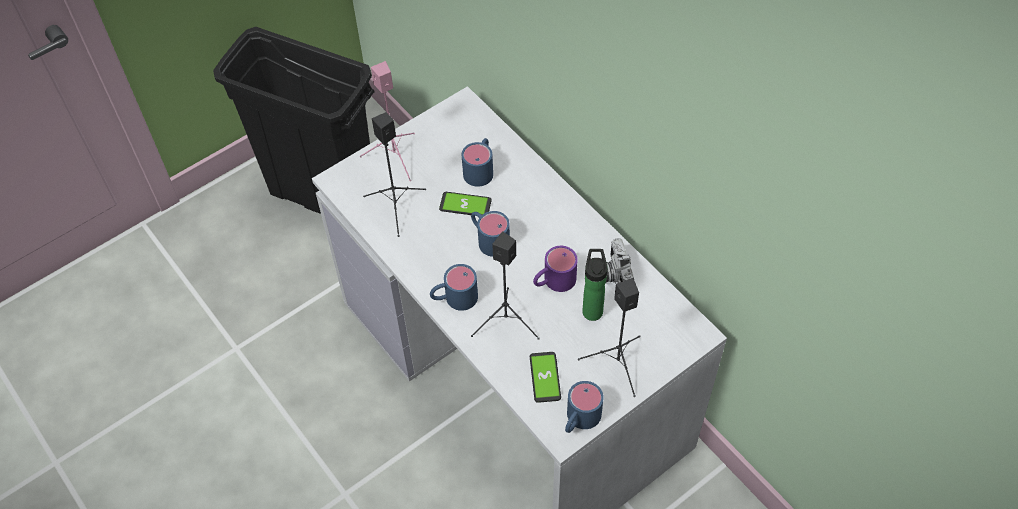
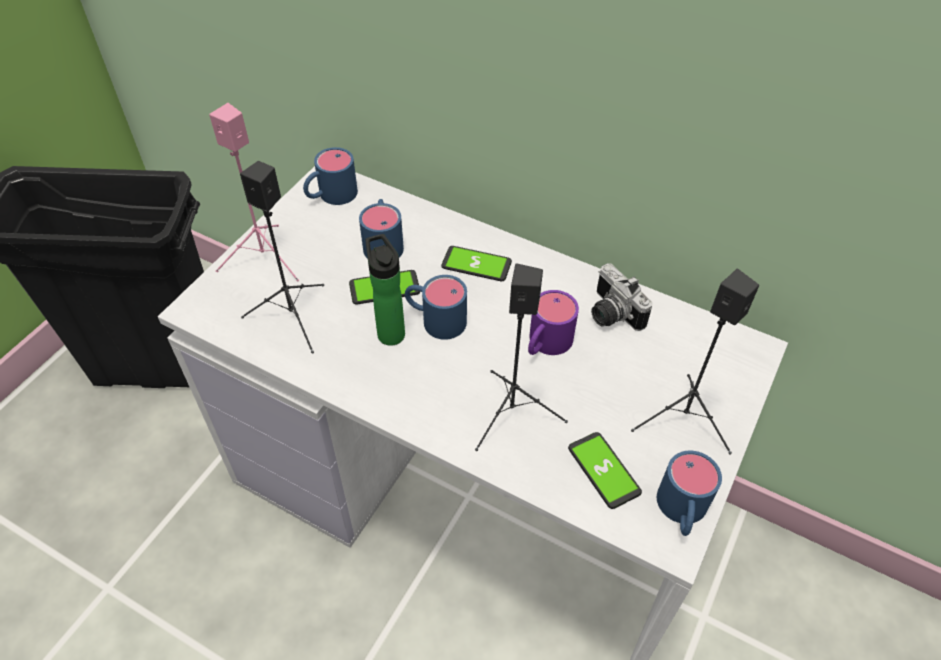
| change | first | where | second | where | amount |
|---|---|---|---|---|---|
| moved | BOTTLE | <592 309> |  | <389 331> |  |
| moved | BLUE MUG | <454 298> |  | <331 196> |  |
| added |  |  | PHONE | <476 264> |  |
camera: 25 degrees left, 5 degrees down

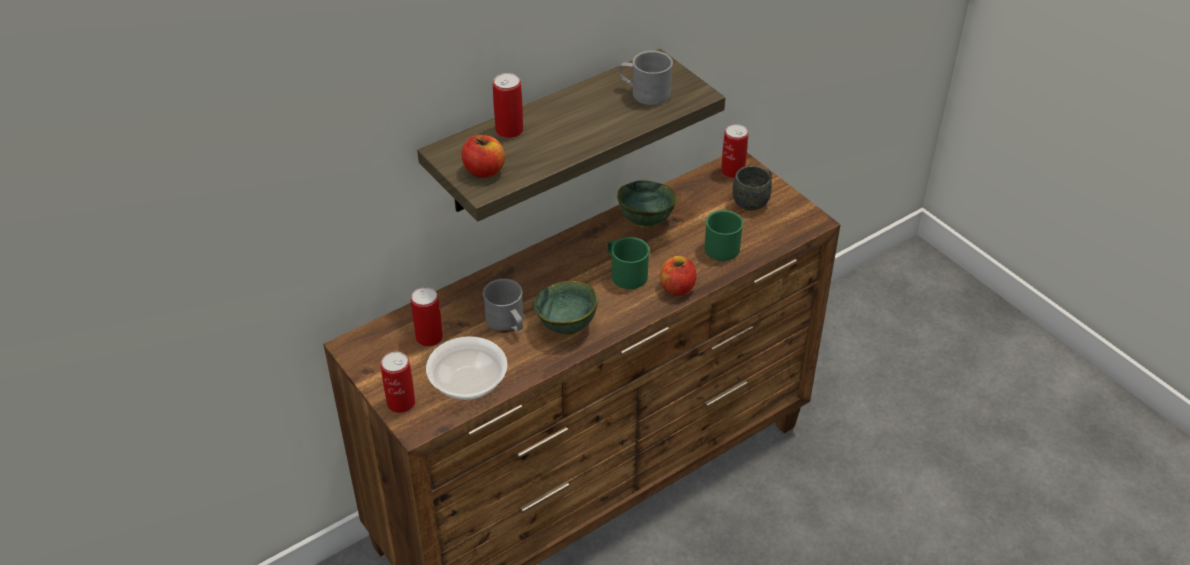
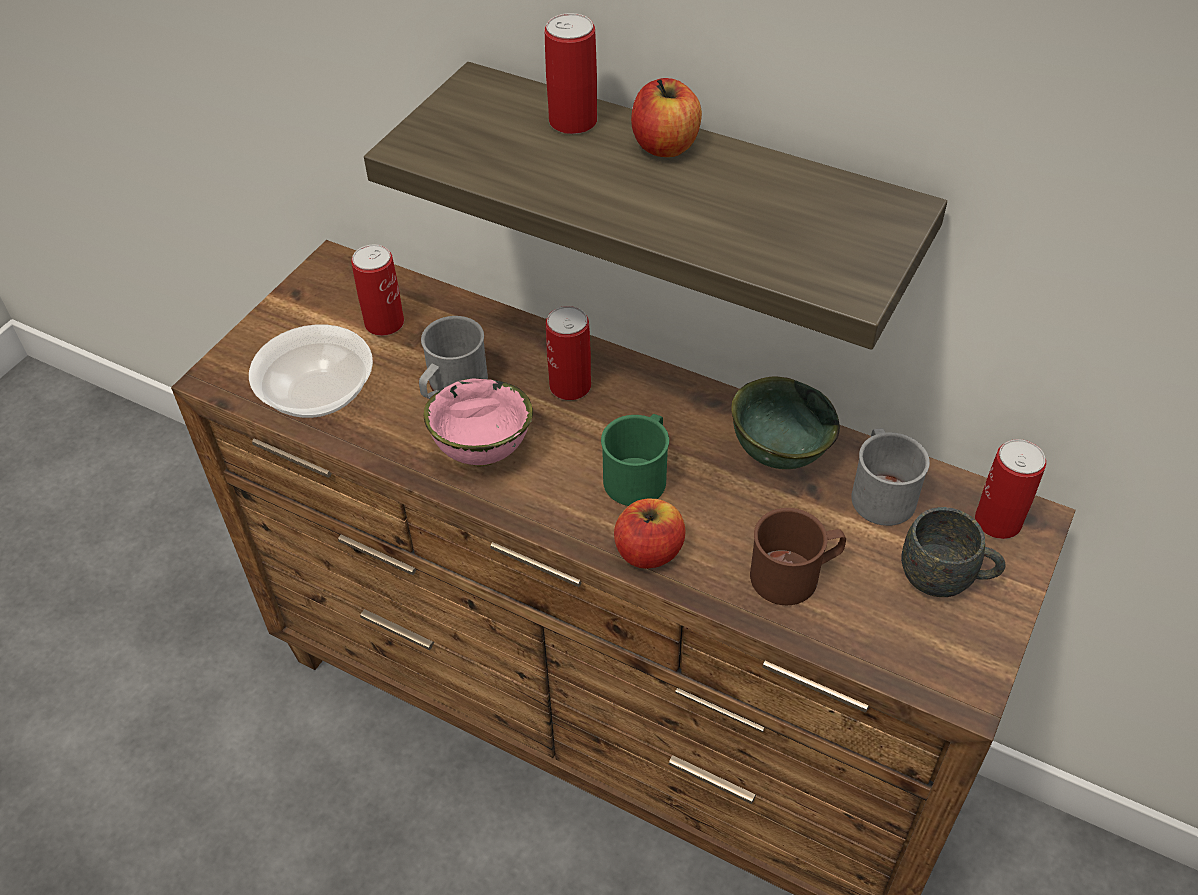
| change | first | where | second | where | amount |
|---|---|---|---|---|---|
| moved | GREY MUG | <644 93> |  | <880 492> |  |
| moved | APPLE | <484 170> |  | <665 146> |  |
| recoloured | GREEN MUG | <722 245> | BROWN MUG | <795 575> |  |
| recoloured | GREEN BOWL | <566 327> | PINK BOWL | <480 451> |  |
| moved | CAN | <401 403> |  | <570 386> |  |
camera: 65 degrees right, 5 degrees up

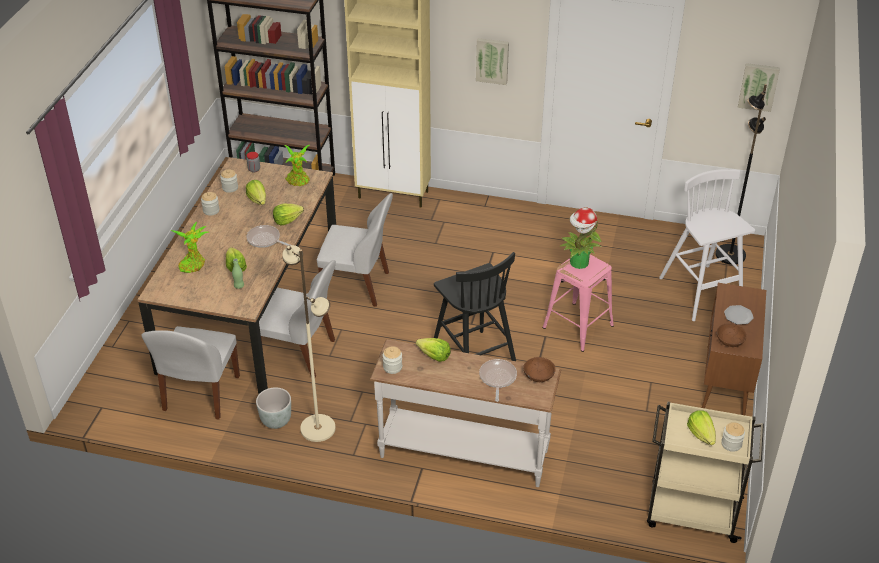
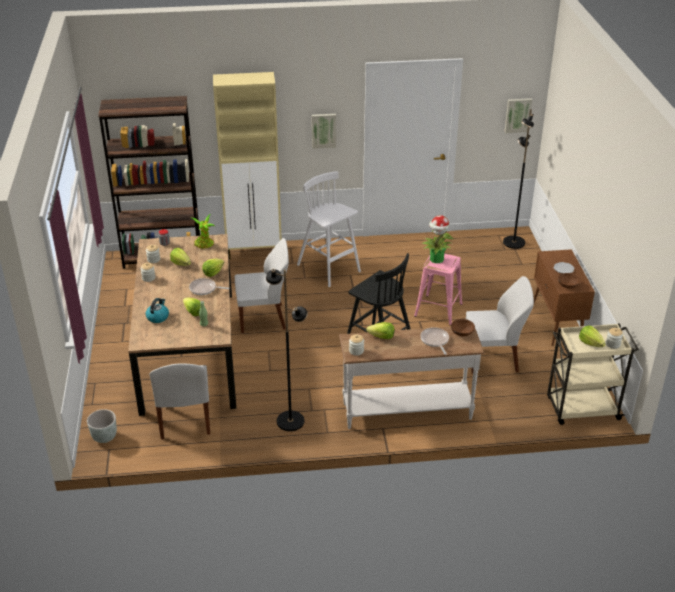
| change | first | where | second | where | amount |
|---|---|---|---|---|---|
| moved | WHITE STOOL | <701 294> |  | <329 269> |  |
| replaced | POTTED PLANT | <193 264> | KETTLE | <158 317> |  |
| recoloured | BEIGE FLOOR LAMP | <318 428> | BLACK FLOOR LAMP | <290 421> |  |
| moved | WHITE CHAIR | <299 353> |  | <493 358> |  |
| moved | GREY PLANTER | <275 421> |  | <104 437> |  |
camera: 20 degrees left, 5 degrees down

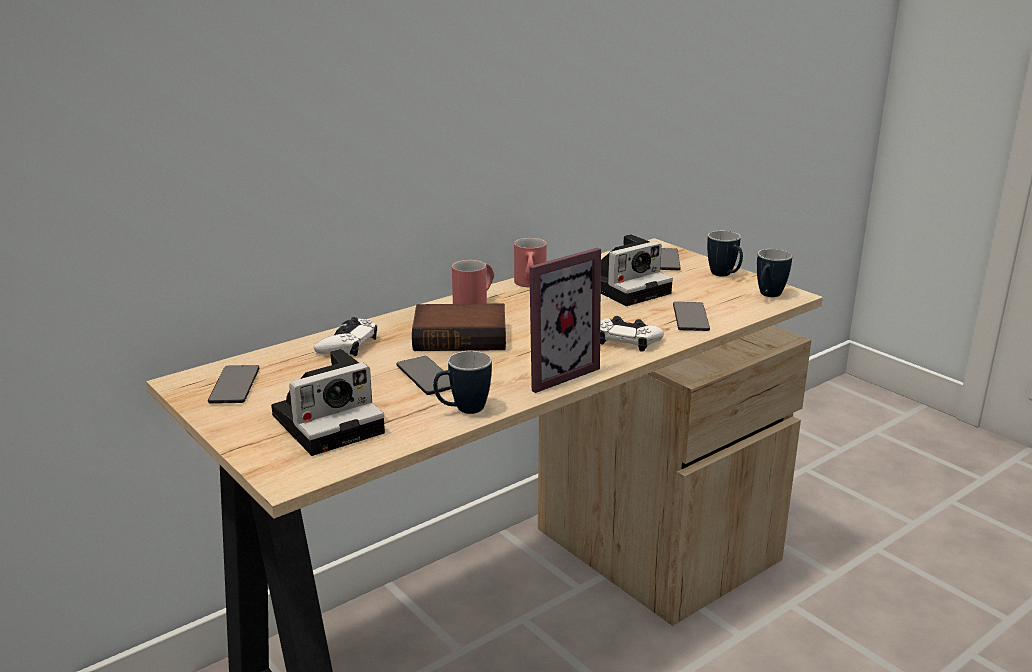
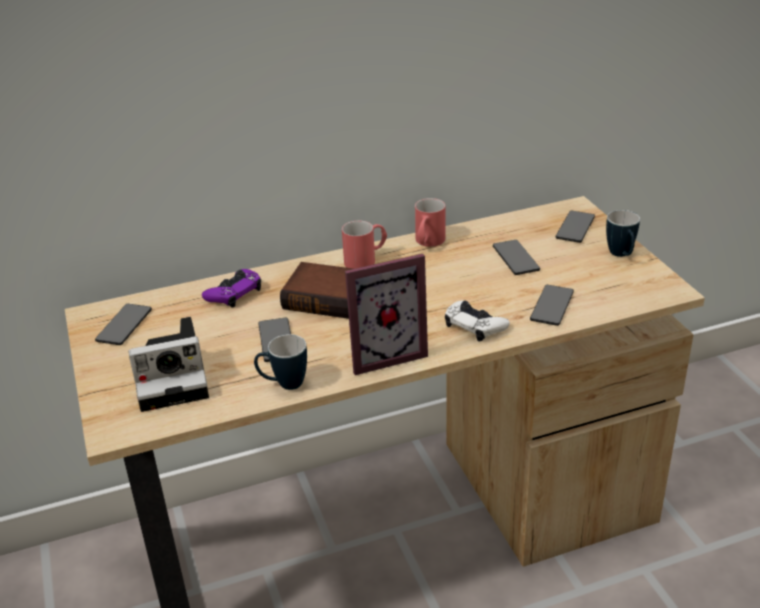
| change | first | where | second | where | amount |
|---|---|---|---|---|---|
| replaced | PHOTO CAMERA | <627 287> | PHONE | <515 258> |  |
| removed | MUG | <768 296> |  |  |  |
| recoloured | WHITE GAME CONTROLLER | <348 344> | PURPLE GAME CONTROLLER | <234 293> |  |
camera: 20 degrees right, 10 degrees up

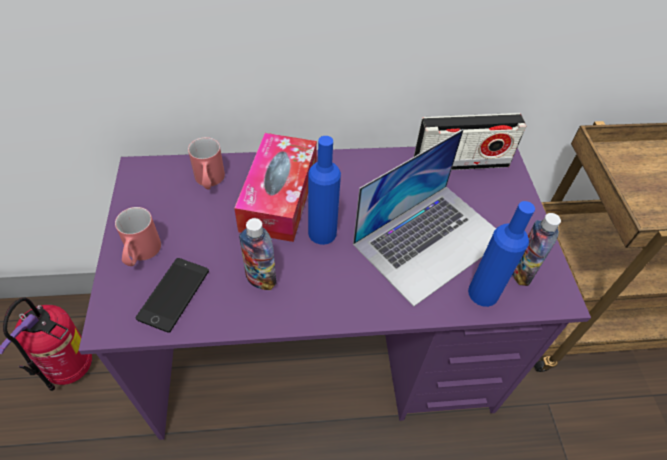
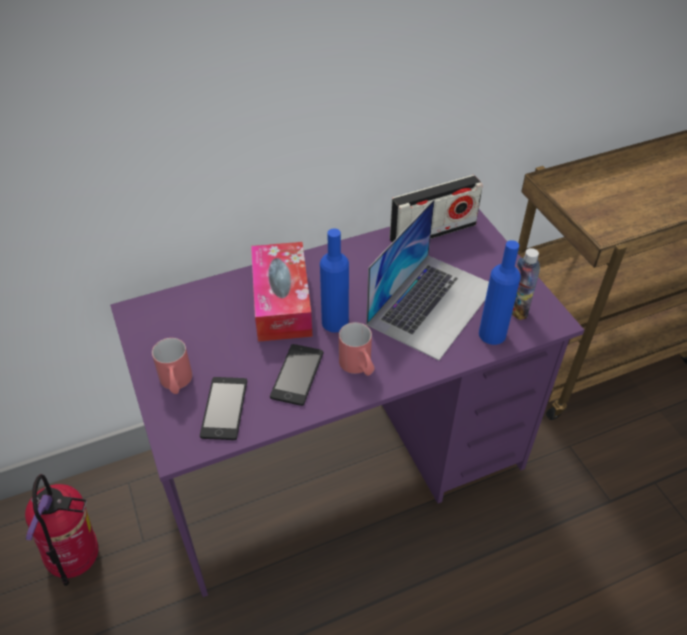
| change | first | where | second | where | amount |
|---|---|---|---|---|---|
| moved | RED MUG | <209 182> |  | <358 367> |  |
| replaced | BOTTLE | <260 279> | PHONE | <297 375> |  |
camera: 15 degrees left, 5 degrees down

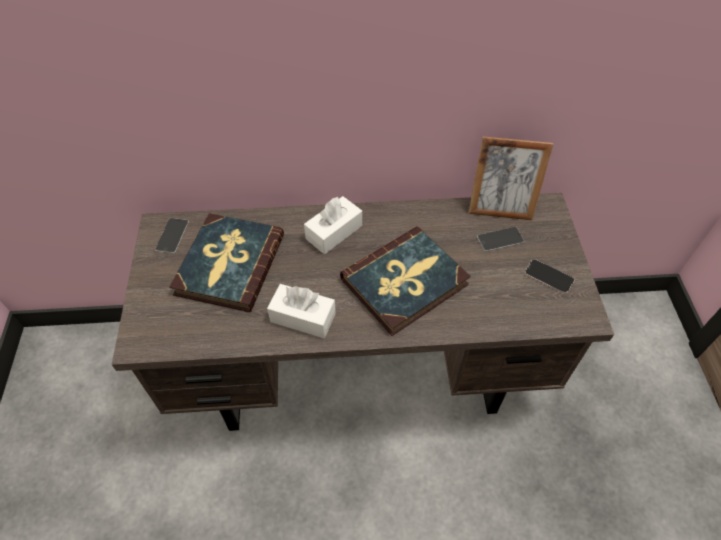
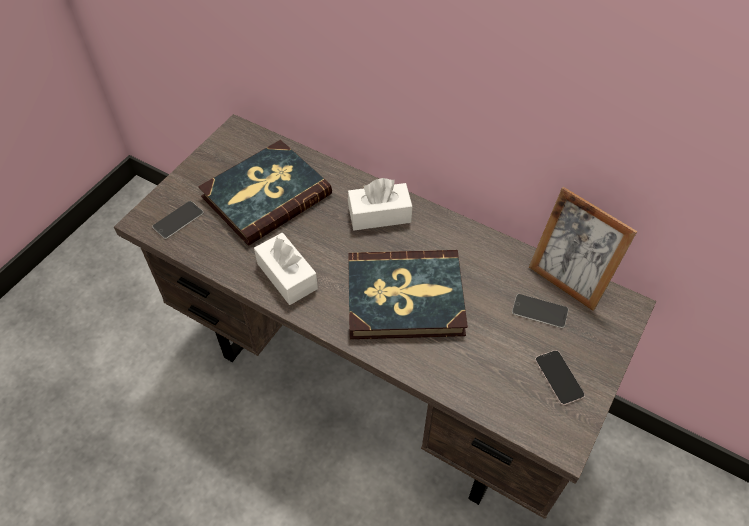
| change | first | where | second | where | amount |
|---|---|---|---|---|---|
| moved | PHONE | <172 235> |  | <178 220> |  |
camera: 35 degrees right, 0 degrees up

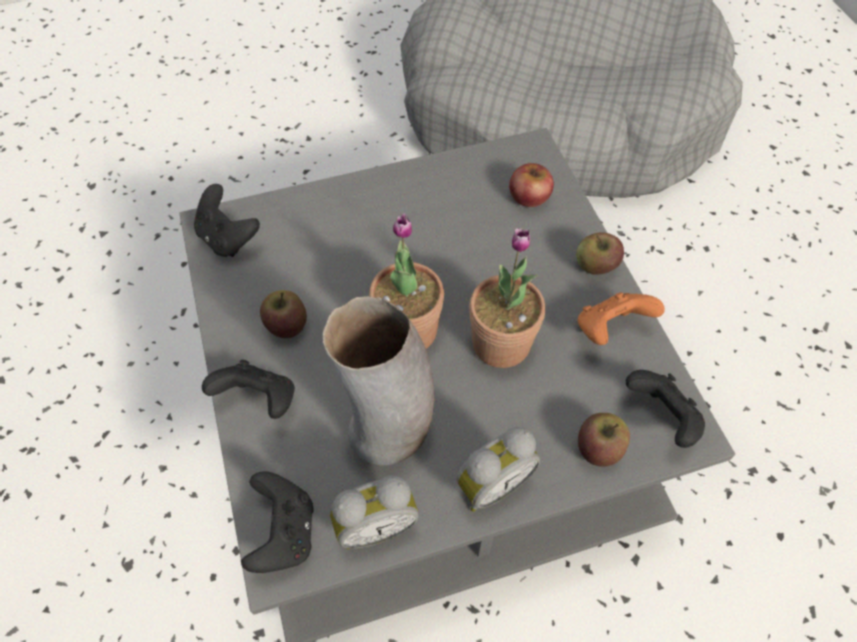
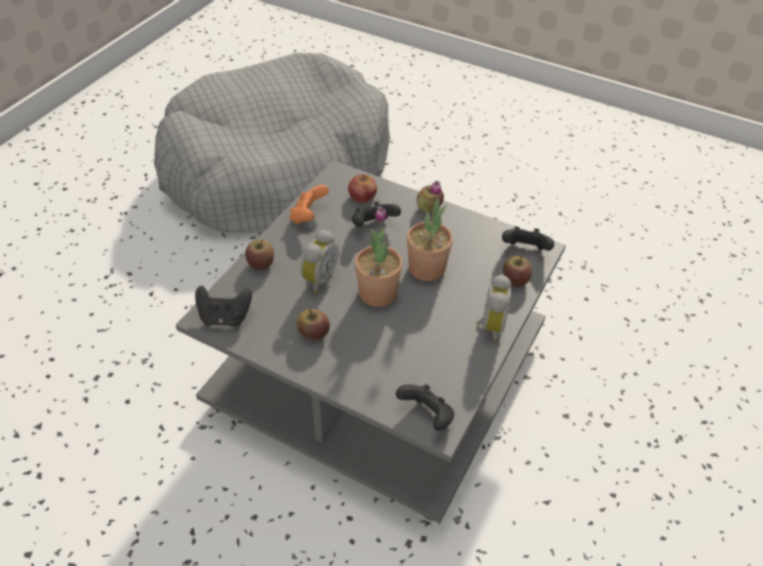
| change | first | where | second | where | amount |
|---|---|---|---|---|---|
| moved | ORANGE GAME CONTROLLER | <610 329> |  | <308 217> |  |
| removed | VASE | <390 430> |  |  |  |
| moved | BLACK GAME CONTROLLER | <259 400> |  | <373 226> |  |
| moved | ALARM CLOCK | <375 524> |  | <318 279> |  |
| added |  |  | APPLE | <261 263> |  |
camera: 45 degrees left, 10 degrees down

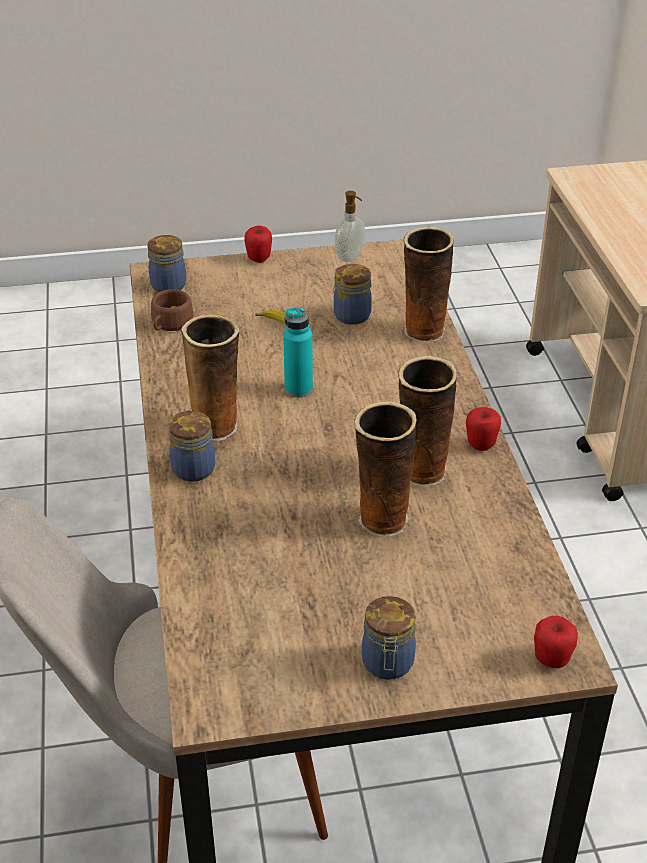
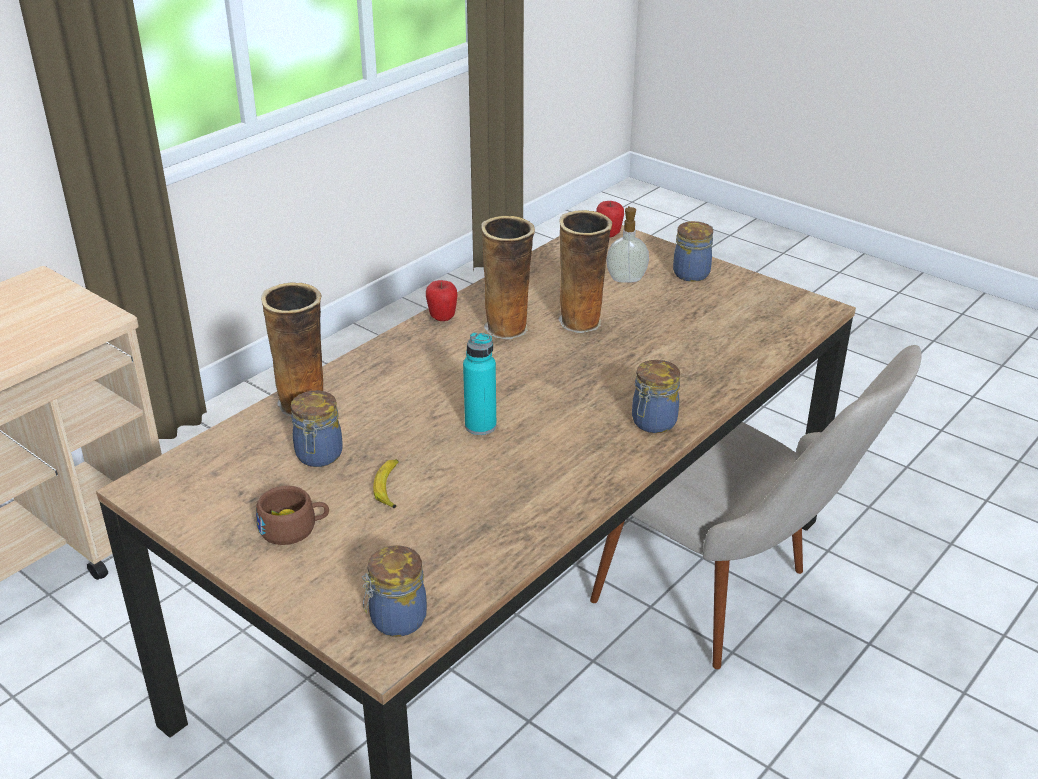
| change | first | where | second | where | amount |
|---|---|---|---|---|---|
| moved | SOAP DISPENSER | <350 257> |  | <626 279> |  |
| removed | APPLE | <259 259> |  |  |  |
| moved | BROWN CUP | <170 324> |  | <294 528> |  |
| removed | VASE | <217 426> |  |  |  |
camera: 130 degrees left, 5 degrees down

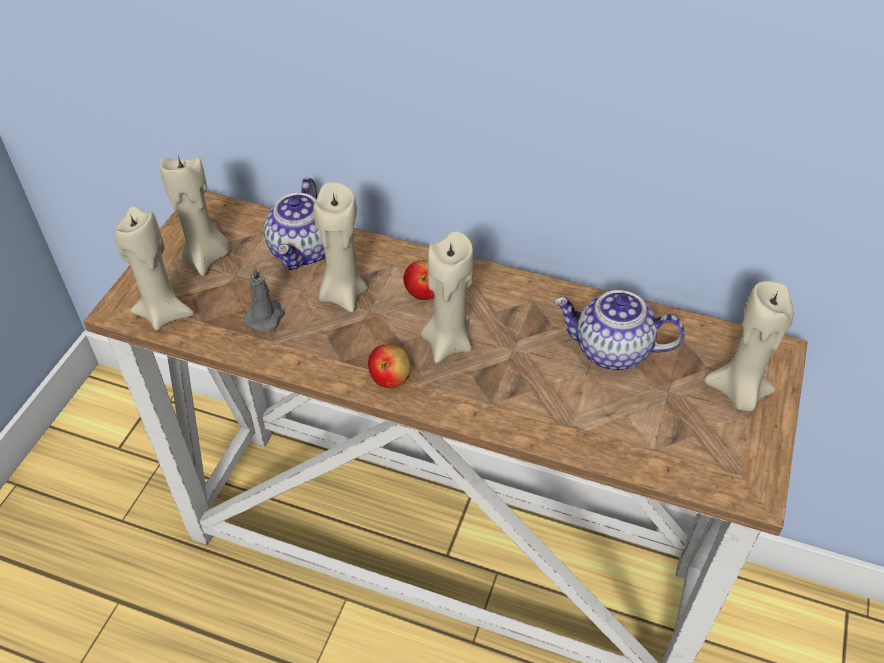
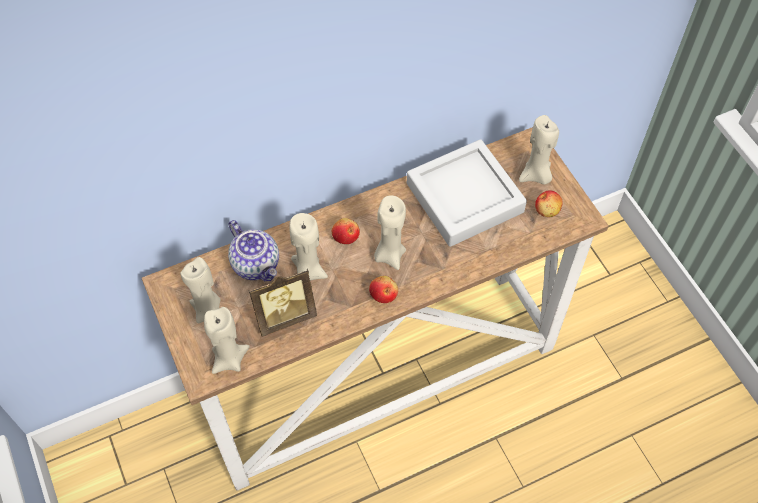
| change | first | where | second | where | amount |
|---|---|---|---|---|---|
| replaced | GREY CANDLE | <265 316> | PICTURE FRAME | <285 316> |  |
| replaced | TEAPOT | <611 350> | GREY TRAY | <464 198> |  |
| added |  |  | APPLE | <547 210> |  |
camera: 45 degrees left, 10 degrees up

